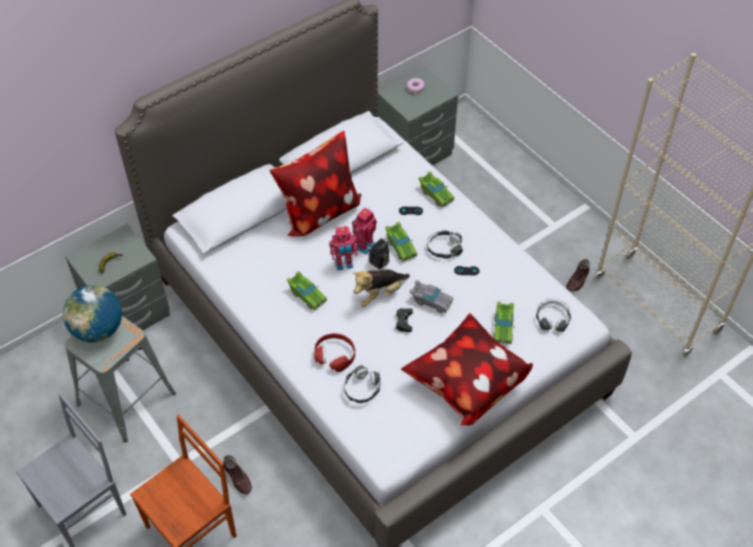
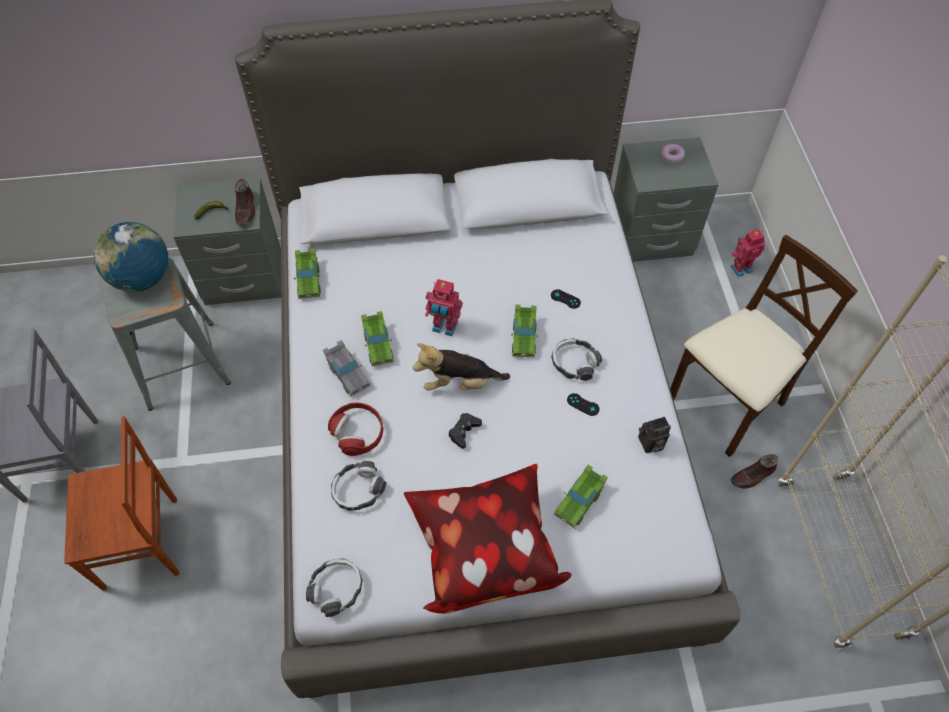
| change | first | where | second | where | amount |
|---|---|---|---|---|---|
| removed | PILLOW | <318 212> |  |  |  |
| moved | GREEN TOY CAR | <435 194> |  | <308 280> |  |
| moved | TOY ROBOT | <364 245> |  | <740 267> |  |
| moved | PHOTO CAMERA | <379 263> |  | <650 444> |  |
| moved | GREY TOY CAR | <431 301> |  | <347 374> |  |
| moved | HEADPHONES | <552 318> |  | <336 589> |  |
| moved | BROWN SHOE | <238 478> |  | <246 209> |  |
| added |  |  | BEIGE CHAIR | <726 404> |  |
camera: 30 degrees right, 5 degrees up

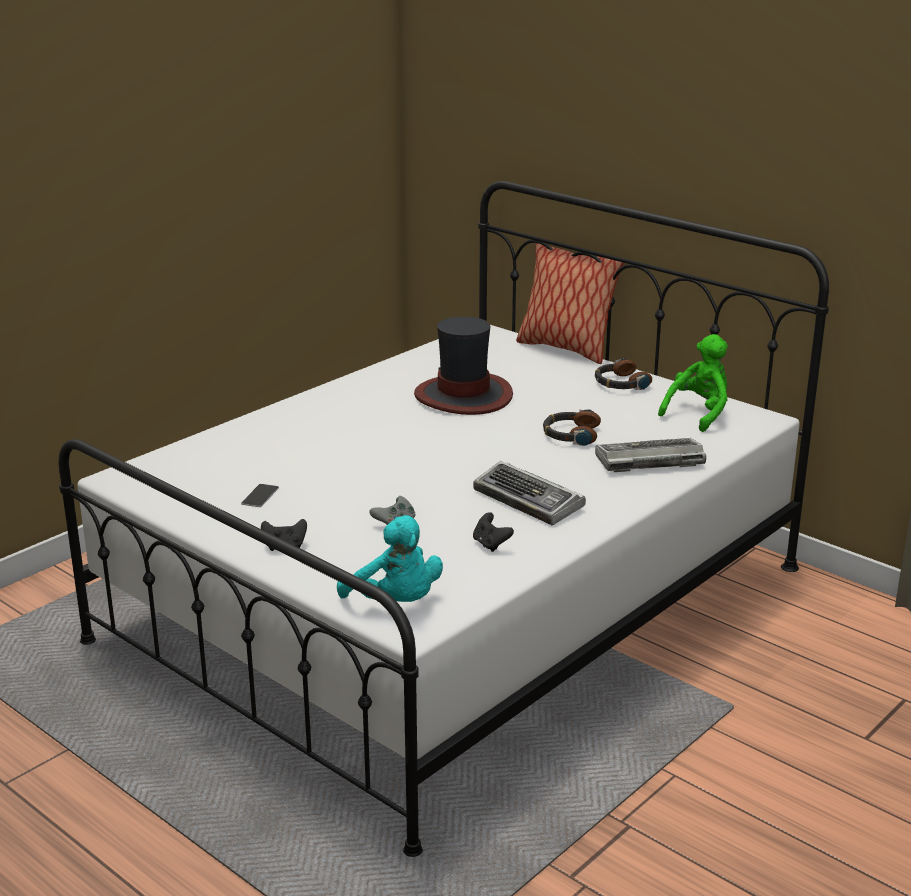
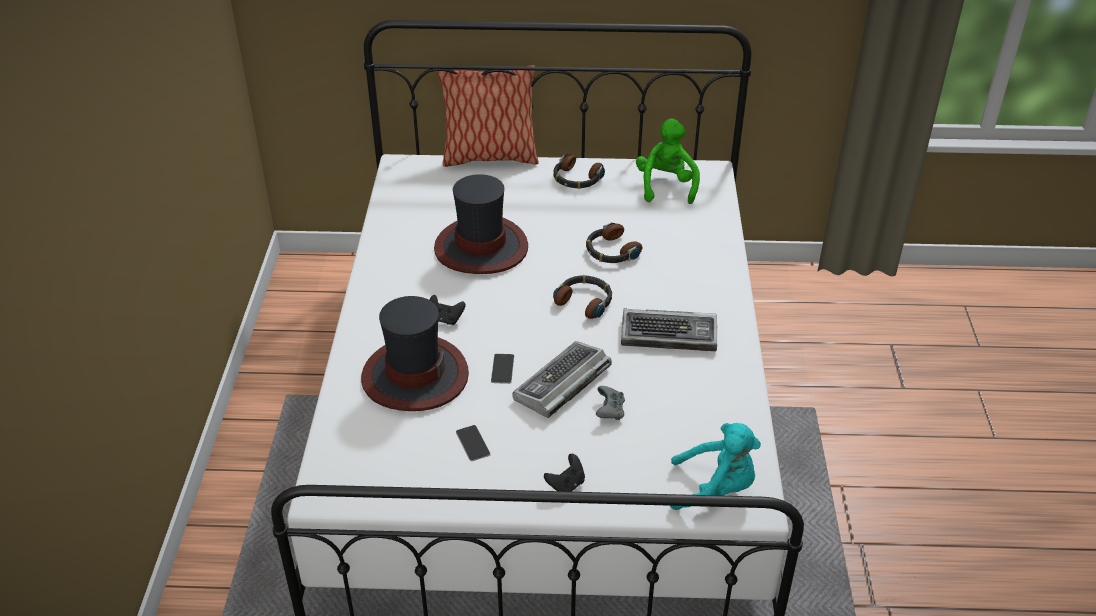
| change | first | where | second | where | amount |
|---|---|---|---|---|---|
| moved | KEYBOARD | <648 462> |  | <561 385> |  |
| moved | BLACK GAME CONTROLLER | <491 544> |  | <445 319> |  |
| added |  |  | HEADPHONES | <585 301> |  |
| added |  |  | HAT | <414 376> |  |
| added |  |  | PHONE | <502 368> |  |
camera: 40 degrees left, 15 degrees up

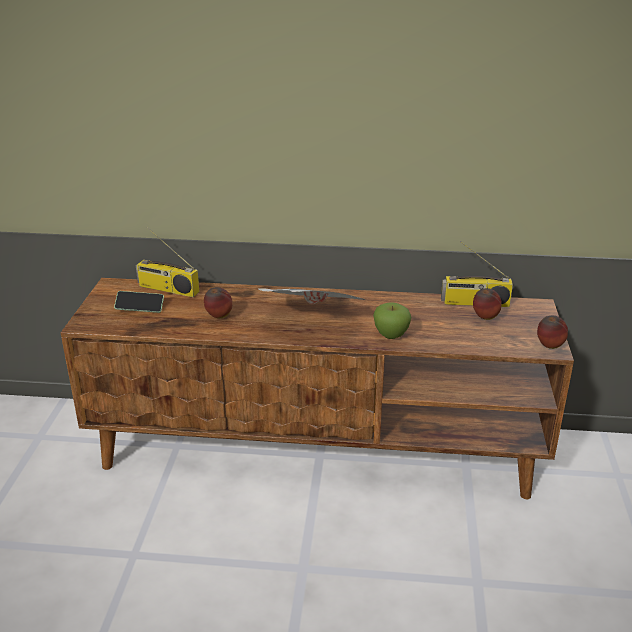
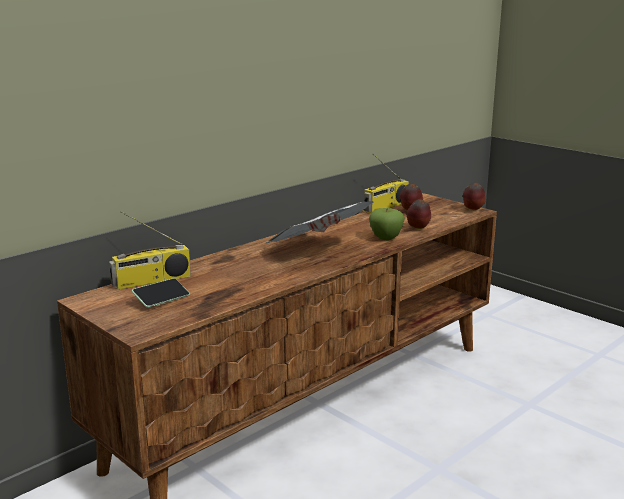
| change | first | where | second | where | amount |
|---|---|---|---|---|---|
| moved | APPLE | <219 317> |  | <418 229> |  |
camera: 50 degrees left, 10 degrees down

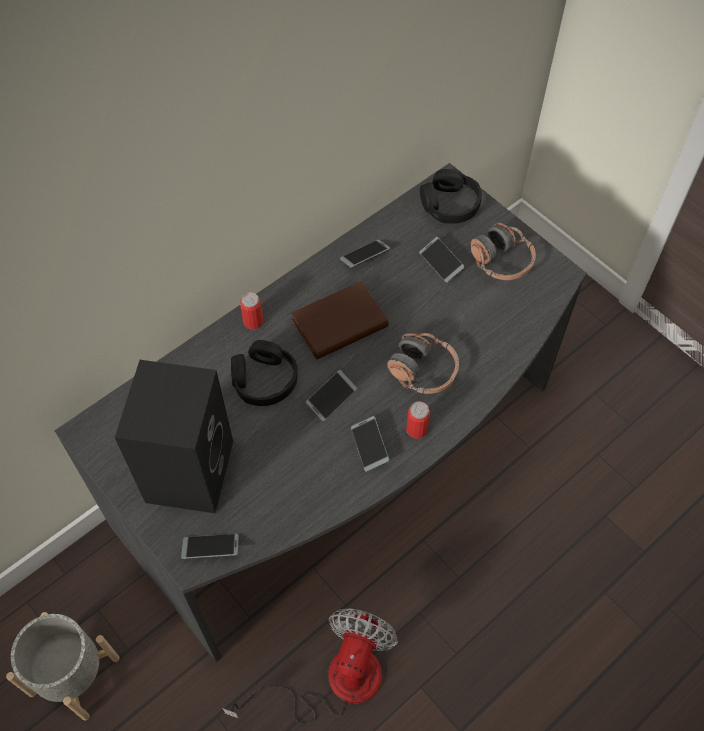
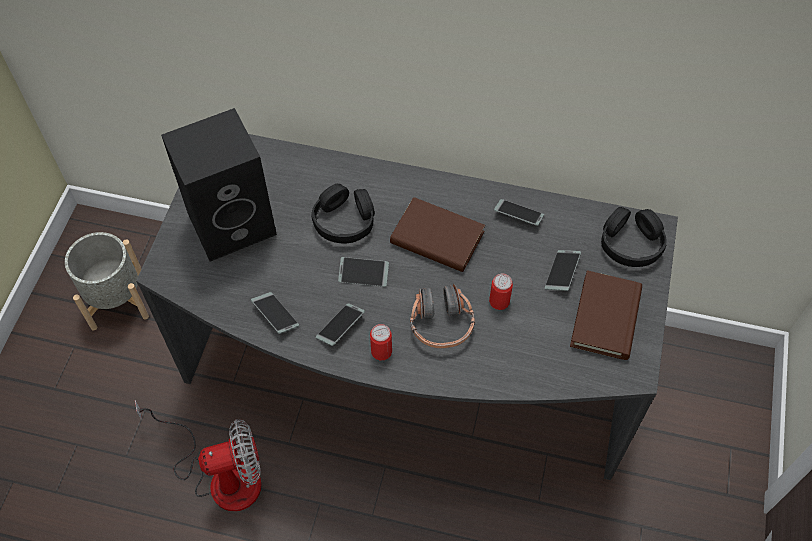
| change | first | where | second | where | amount |
|---|---|---|---|---|---|
| replaced | HEADPHONES | <501 261> | BROWN BOOK | <605 318> |  |
| moved | CAN | <253 321> |  | <499 301> |  |
| moved | PHONE | <211 548> |  | <275 315> |  |
camera: 55 degrees right, 0 degrees up

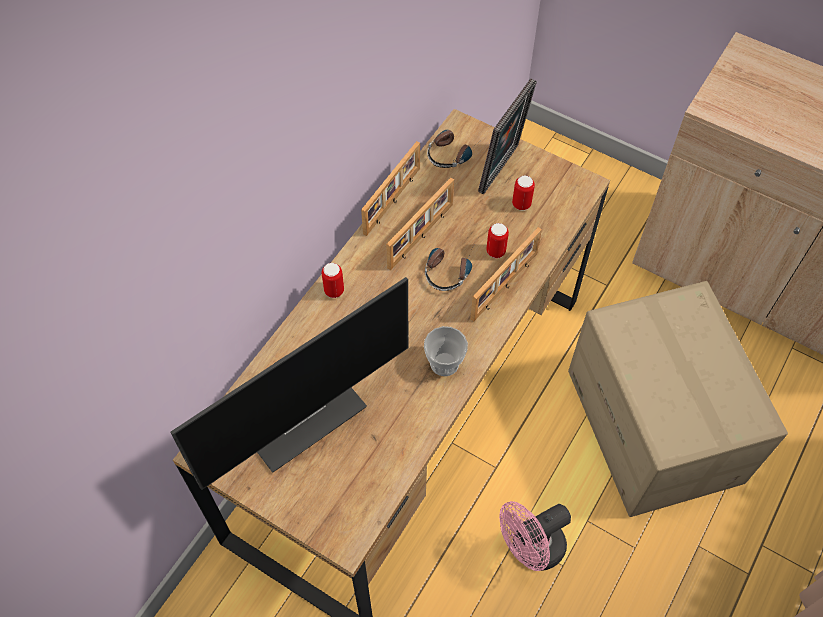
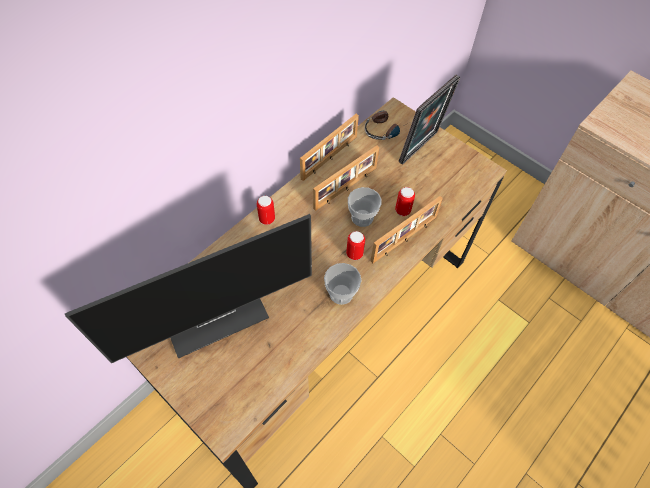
| change | first | where | second | where | amount |
|---|---|---|---|---|---|
| moved | CAN | <521 204> |  | <354 254> |  |
| replaced | HEADPHONES | <449 268> | CUP | <362 217> |  |
| removed | CARDBOARD BOX | <655 426> |  |  |  |
| removed | PINK FAN | <530 550> |  |  |  |
camera: 10 degrees right, 0 degrees up

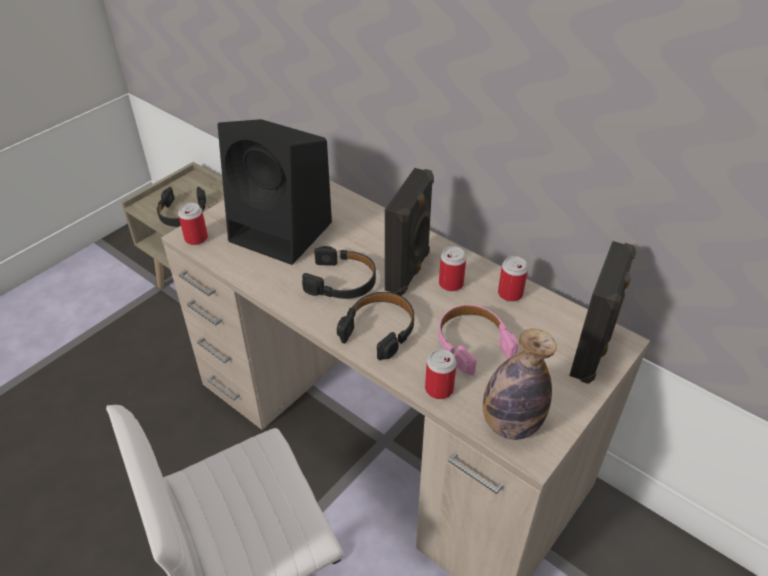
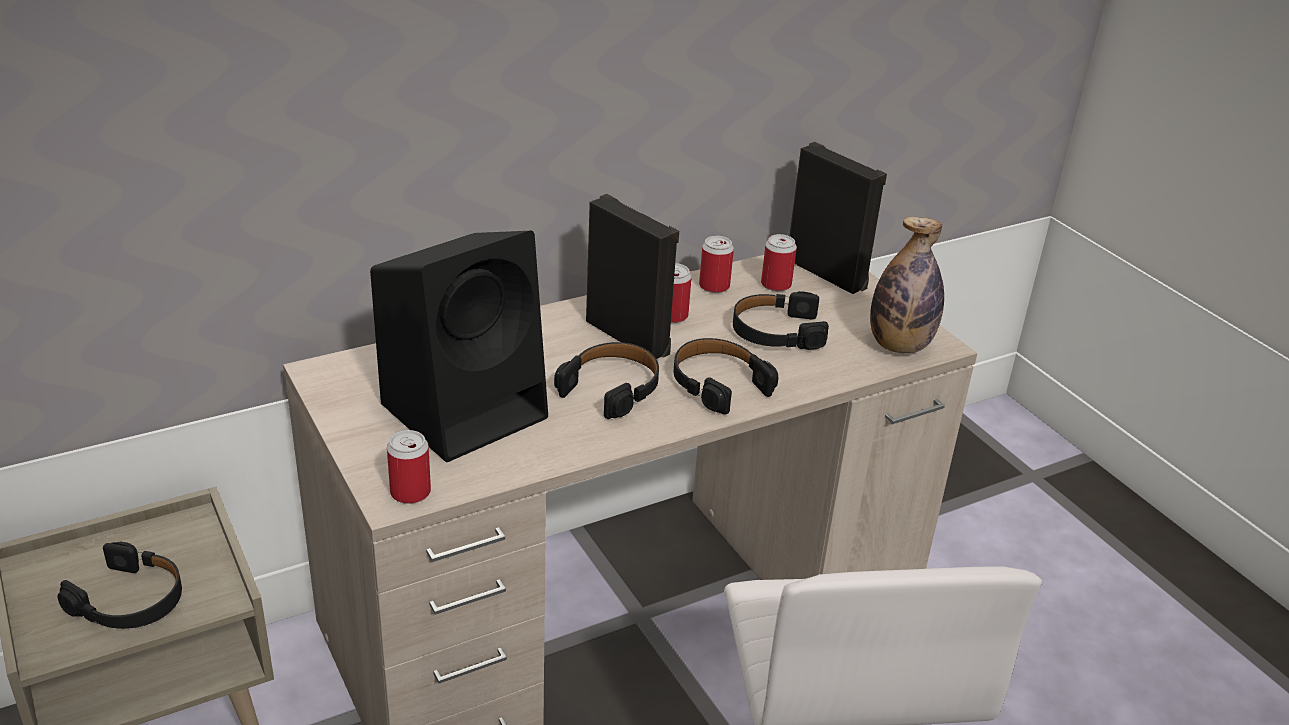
| change | first | where | second | where | amount |
|---|---|---|---|---|---|
| recoloured | PINK HEADPHONES | <472 343> | BLACK HEADPHONES | <776 332> |  |
| moved | CAN | <439 389> |  | <776 285> |  |
camera: 70 degrees left, 10 degrees down

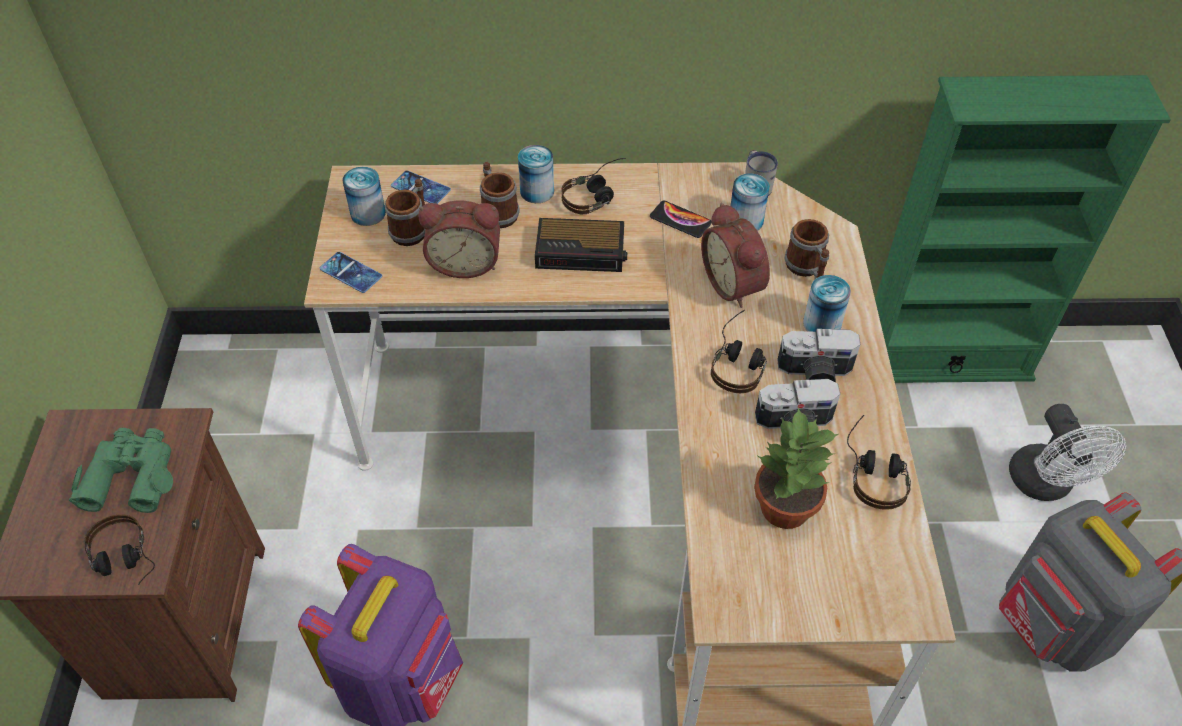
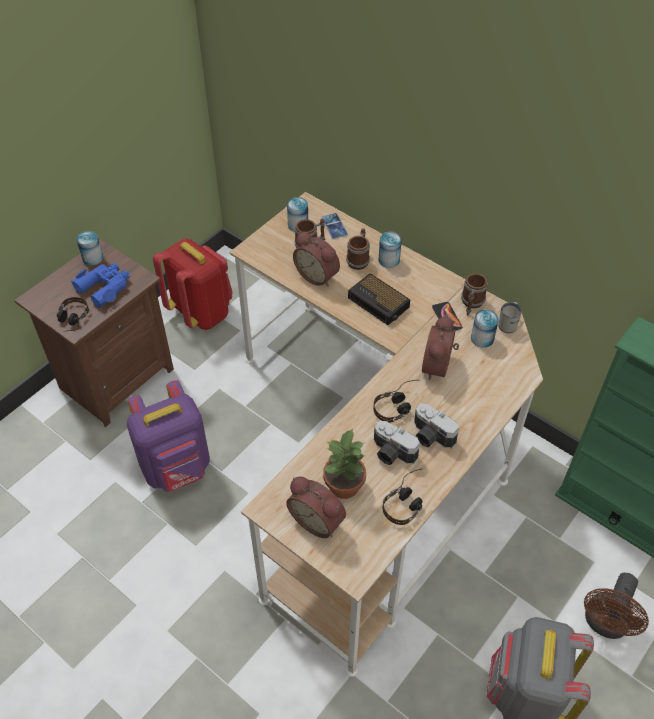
| change | first | where | second | where | amount |
|---|---|---|---|---|---|
| removed | HEADPHONES | <597 195> |  |  |  |
| moved | MUG | <807 269> |  | <471 304> |  |
| removed | PHONE | <351 273> |  |  |  |
| moved | CAN | <822 323> |  | <92 258> |  |
| recoloured | WHITE FAN | <1045 485> | BROWN FAN | <605 624> |  |
| recoloured | GREEN BINOCULARS | <131 476> | BLUE BINOCULARS | <104 287> |  |
| added |  |  | RED BACKPACK | <201 312> |  |
| added |  |  | ALARM CLOCK | <318 519> |  |
camera: 40 degrees right, 0 degrees up

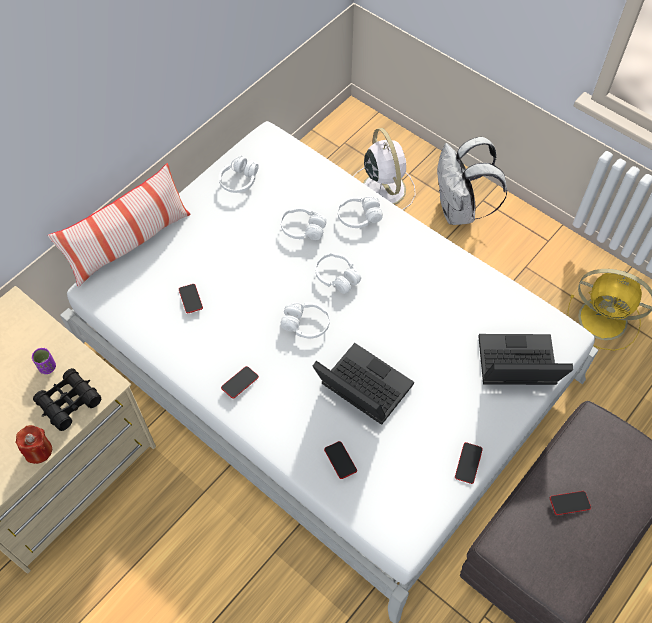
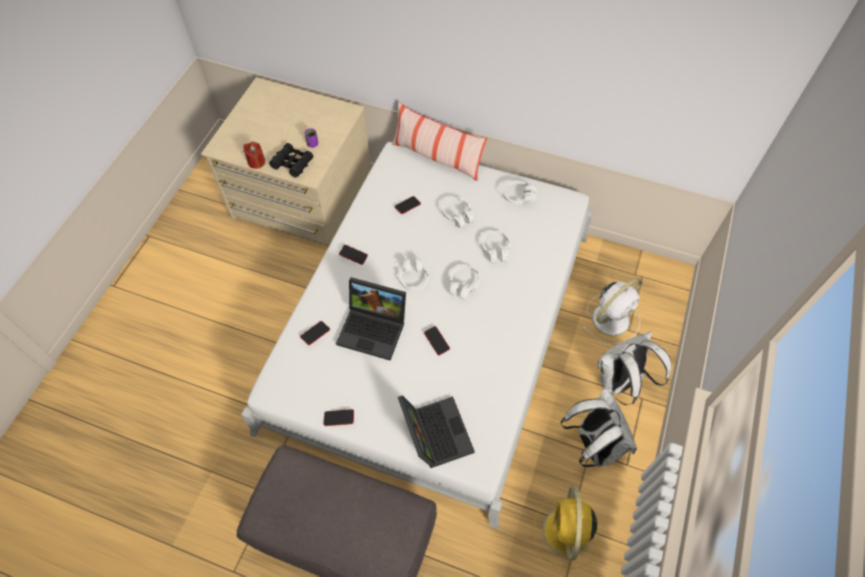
| change | first | where | second | where | amount |
|---|---|---|---|---|---|
| moved | WHITE HEADPHONES | <359 217> |  | <458 215> |  |
| turned | LAPTOP | <360 389> |  | <374 328> | 90 degrees clockwise |
| moved | PHONE | <569 503> |  | <436 341> |  |
| added |  |  | WHITE BACKPACK | <592 444> |  |
camera: 70 degrees right, 0 degrees up

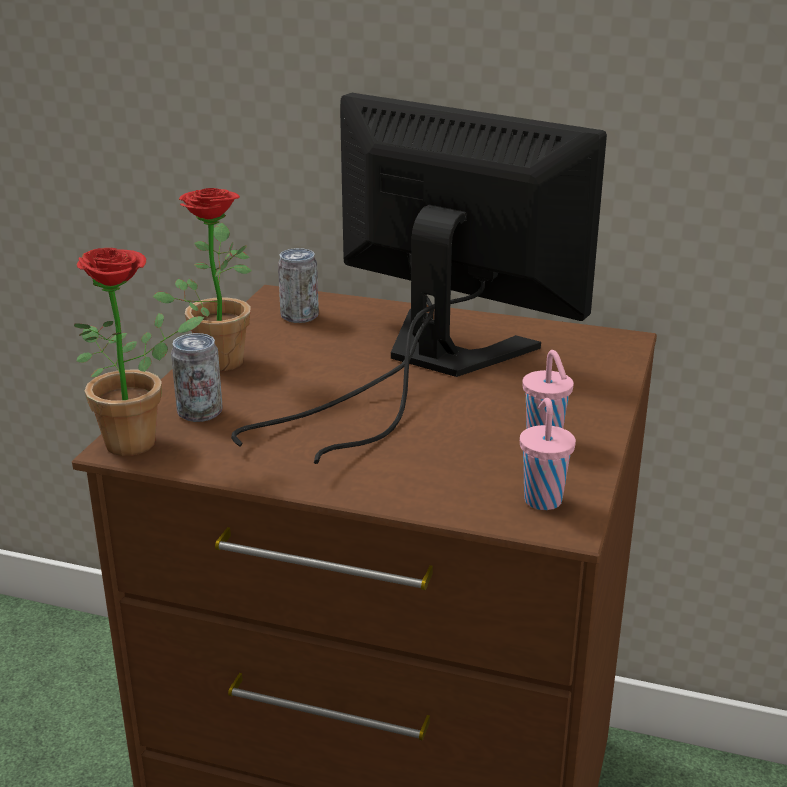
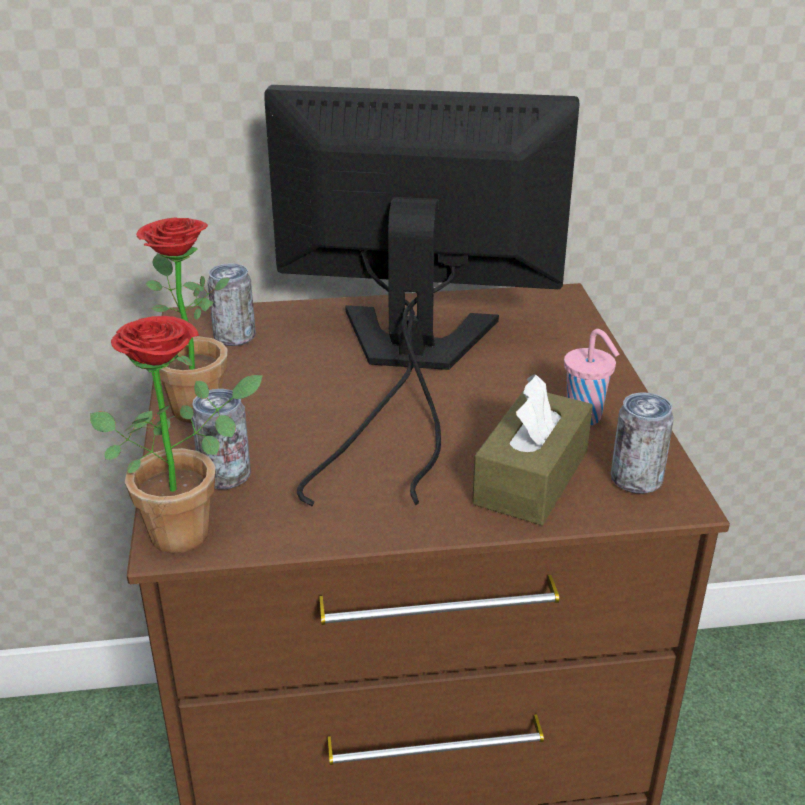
| change | first | where | second | where | amount |
|---|---|---|---|---|---|
| replaced | PINK CUP | <542 499> | CAN | <636 480> |  |
| added |  |  | BROWN TISSUE BOX | <531 477> |  |
camera: 25 degrees left, 5 degrees up

